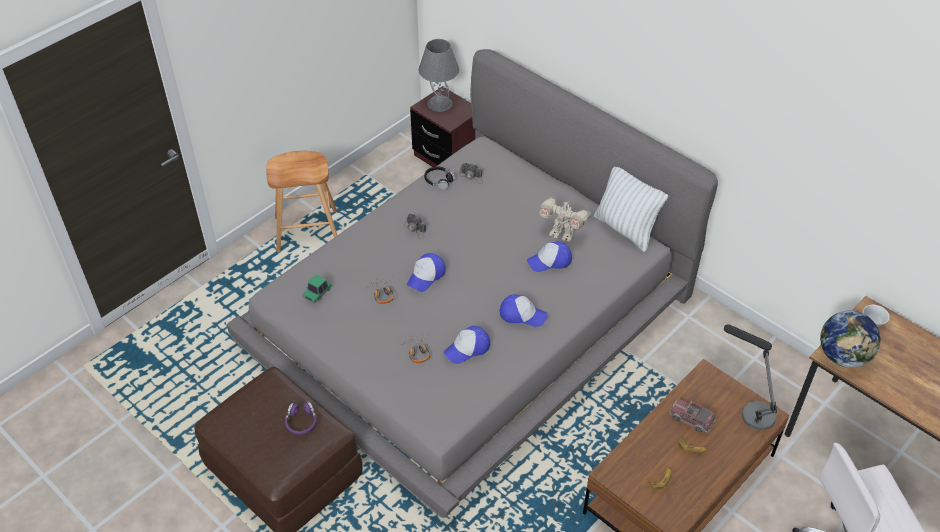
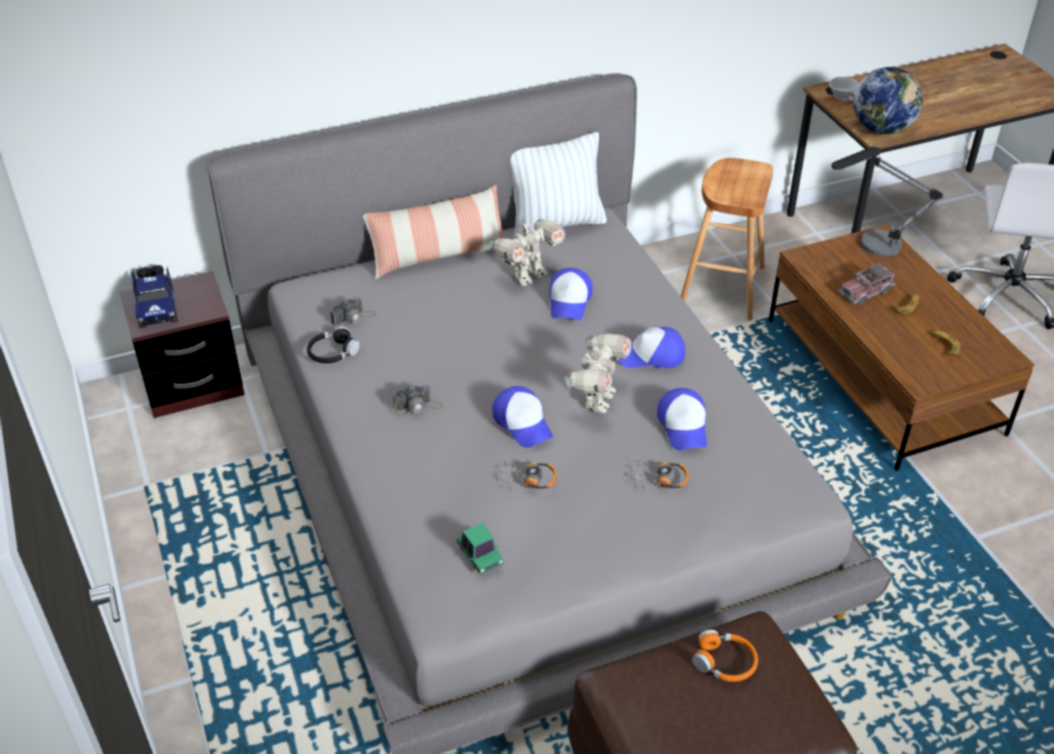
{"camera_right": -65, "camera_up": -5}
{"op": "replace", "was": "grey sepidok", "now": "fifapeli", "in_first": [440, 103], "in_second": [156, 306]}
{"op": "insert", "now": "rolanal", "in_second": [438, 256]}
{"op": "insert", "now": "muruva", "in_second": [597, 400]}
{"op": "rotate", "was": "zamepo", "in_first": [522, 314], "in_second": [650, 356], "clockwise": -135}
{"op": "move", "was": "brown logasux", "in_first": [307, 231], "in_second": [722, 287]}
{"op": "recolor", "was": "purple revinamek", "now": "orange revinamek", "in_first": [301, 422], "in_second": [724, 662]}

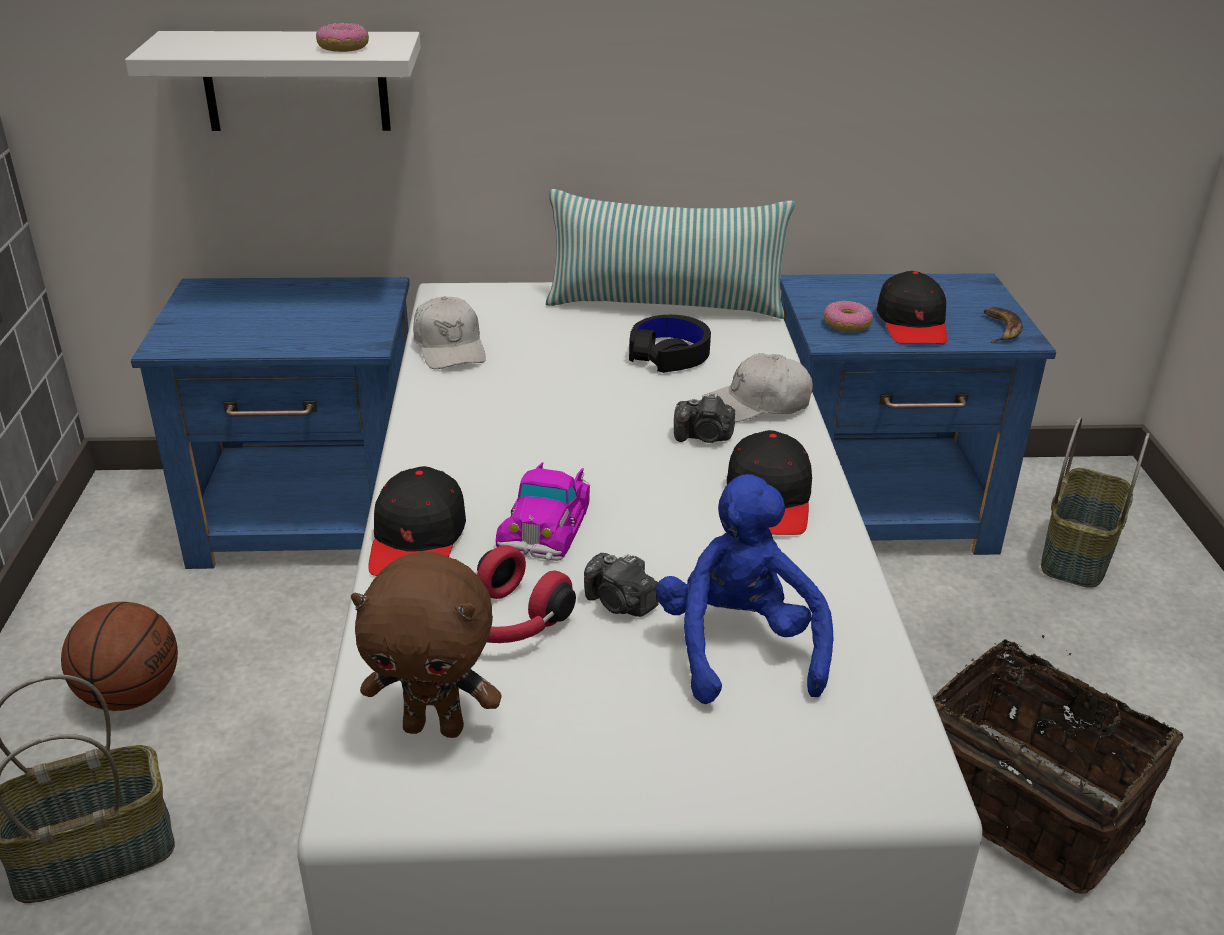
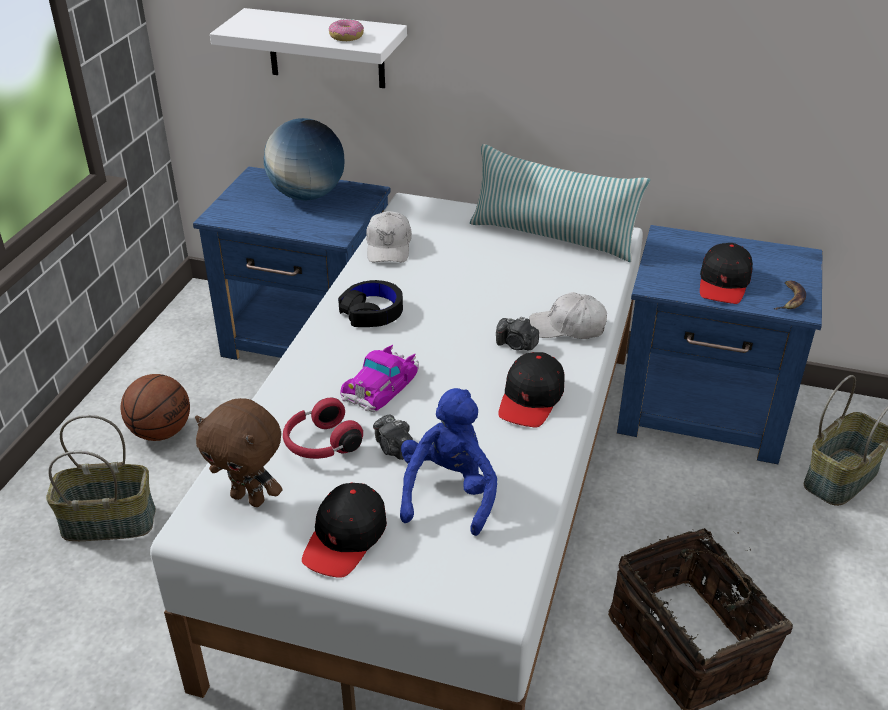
{"camera_right": 20, "camera_up": 5}
{"op": "insert", "now": "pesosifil", "in_second": [307, 195]}
{"op": "move", "was": "black zamepo", "in_first": [417, 540], "in_second": [345, 538]}
{"op": "move", "was": "black revinamek", "in_first": [669, 354], "in_second": [372, 311]}
{"op": "delete", "was": "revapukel", "in_first": [846, 325]}

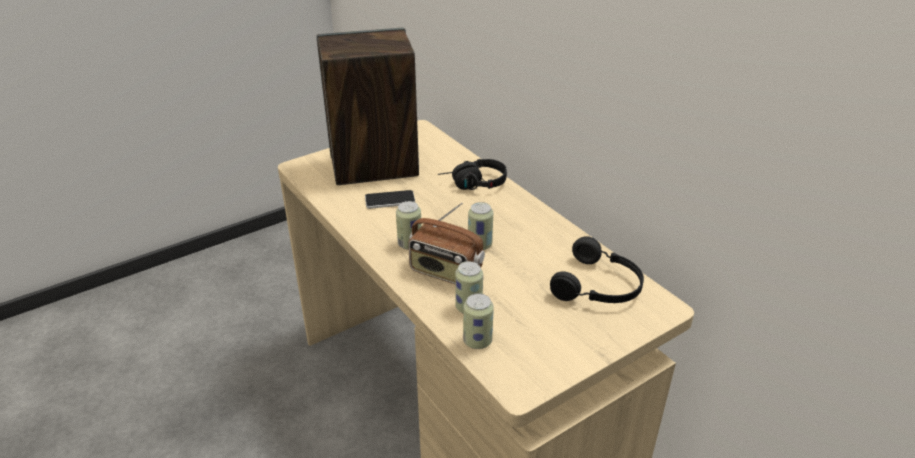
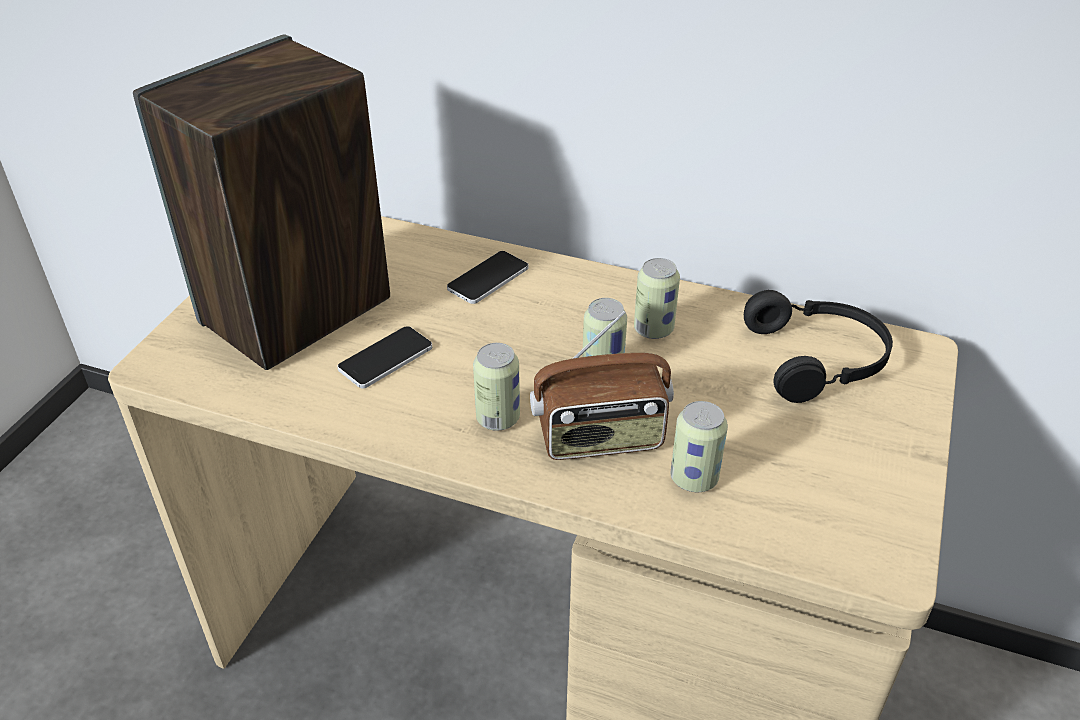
{"camera_right": -35, "camera_up": 5}
{"op": "replace", "was": "black revinamek", "now": "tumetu", "in_first": [473, 184], "in_second": [488, 278]}
{"op": "move", "was": "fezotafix", "in_first": [477, 341], "in_second": [653, 329]}

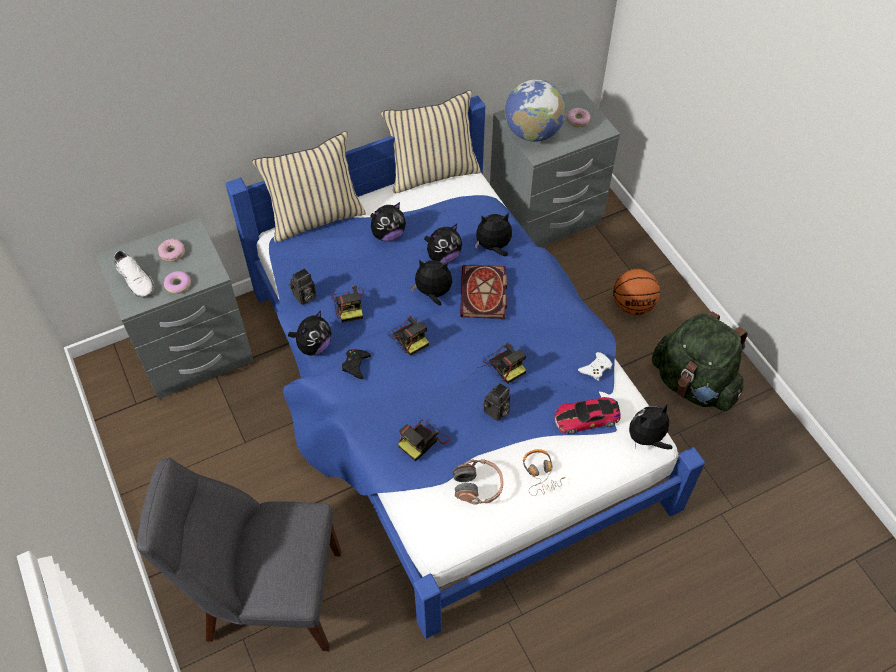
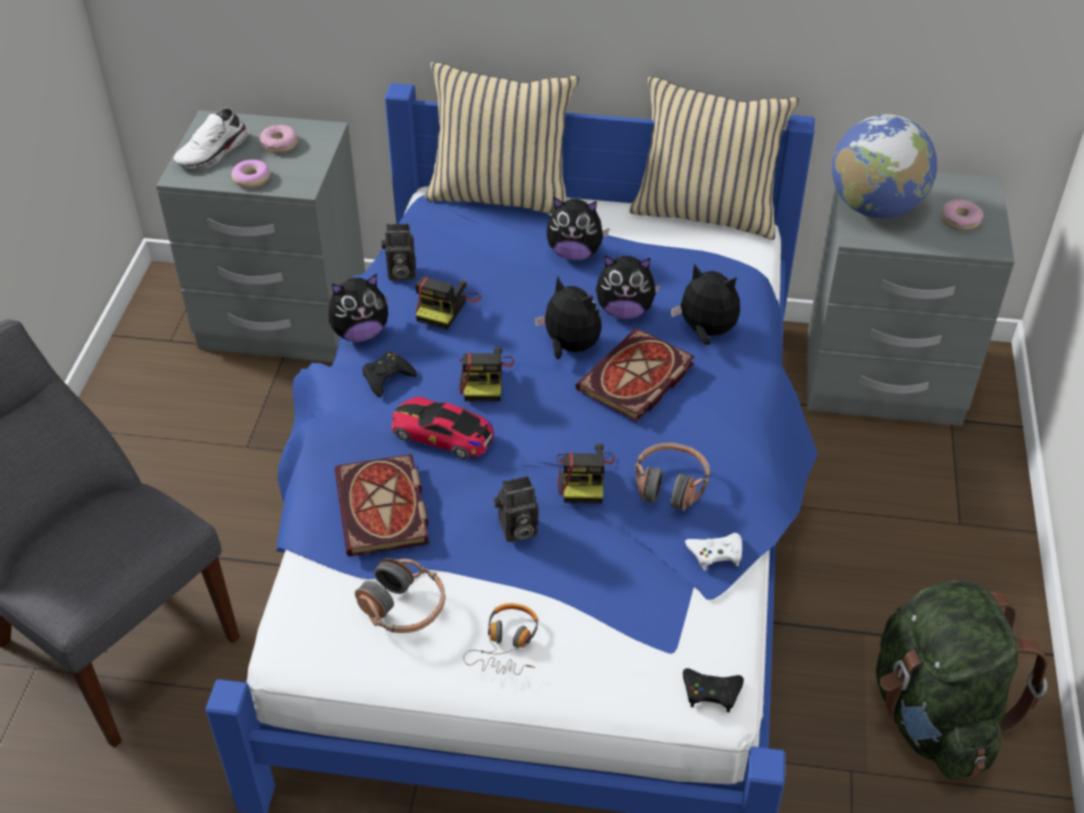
{"camera_right": 35, "camera_up": -10}
{"op": "rotate", "was": "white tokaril", "in_first": [136, 279], "in_second": [214, 153], "clockwise": 45}
{"op": "replace", "was": "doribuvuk", "now": "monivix", "in_first": [423, 441], "in_second": [384, 510]}
{"op": "move", "was": "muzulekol", "in_first": [586, 418], "in_second": [442, 434]}
{"op": "insert", "now": "revinamek", "in_second": [670, 485]}
{"op": "replace", "was": "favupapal", "now": "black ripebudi", "in_first": [647, 439], "in_second": [711, 692]}
{"op": "delete", "was": "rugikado", "in_first": [632, 305]}

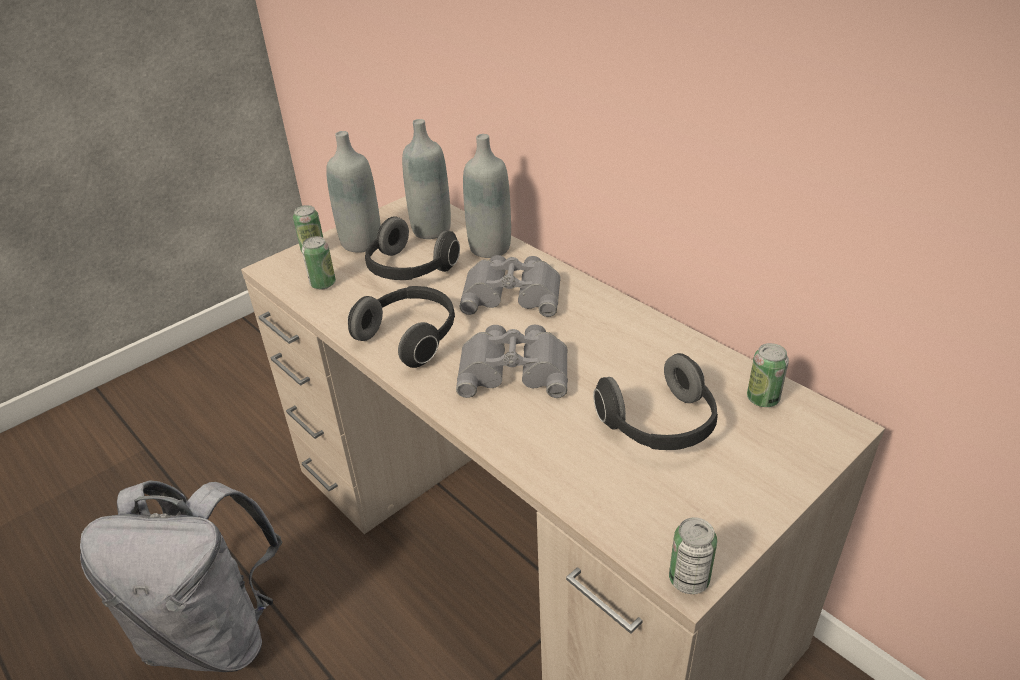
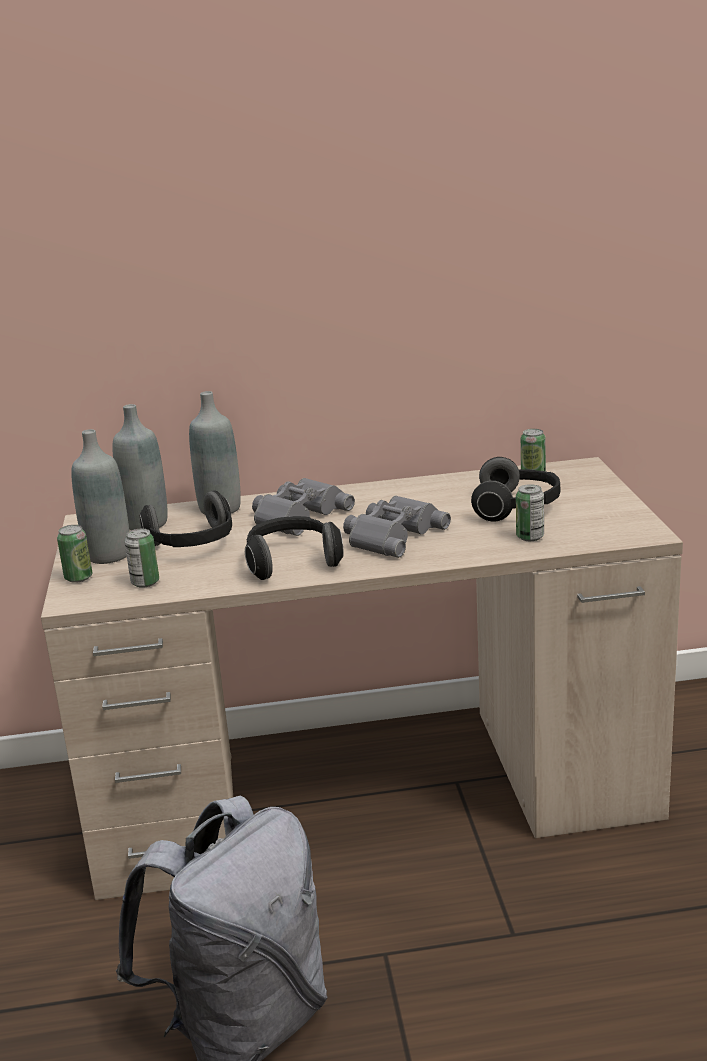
{"camera_right": -55, "camera_up": -15}
{"op": "move", "was": "fezotafix", "in_first": [688, 579], "in_second": [530, 537]}

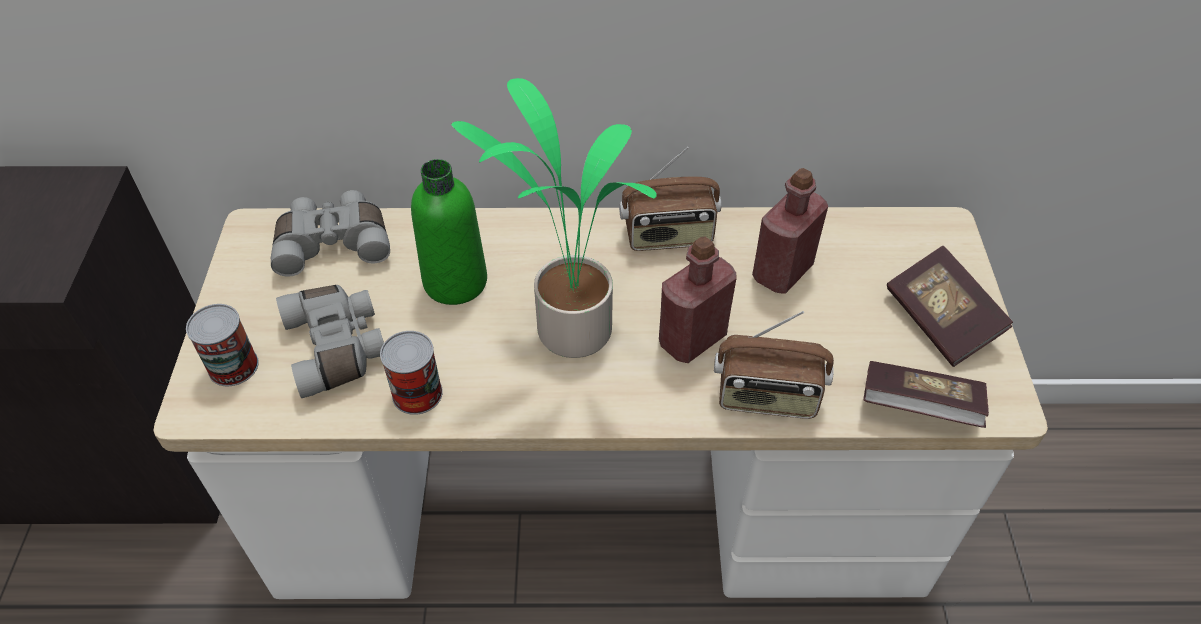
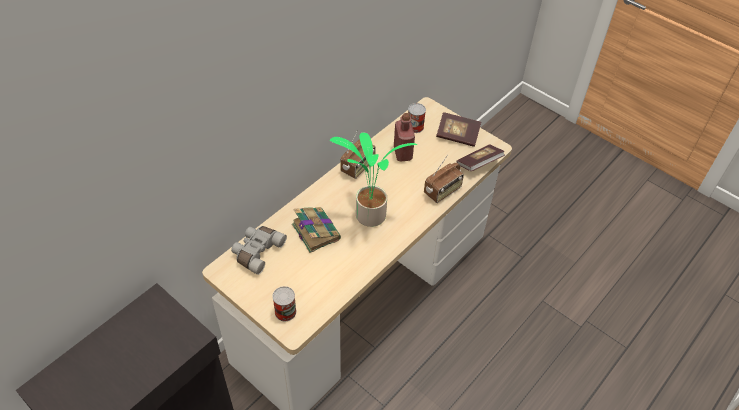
{"camera_right": -50, "camera_up": 0}
{"op": "replace", "was": "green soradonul", "now": "monivix", "in_first": [455, 282], "in_second": [315, 231]}
{"op": "move", "was": "fezotafix", "in_first": [417, 393], "in_second": [415, 127]}
{"op": "delete", "was": "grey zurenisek", "in_first": [339, 347]}
{"op": "delete", "was": "red soradonul", "in_first": [692, 339]}

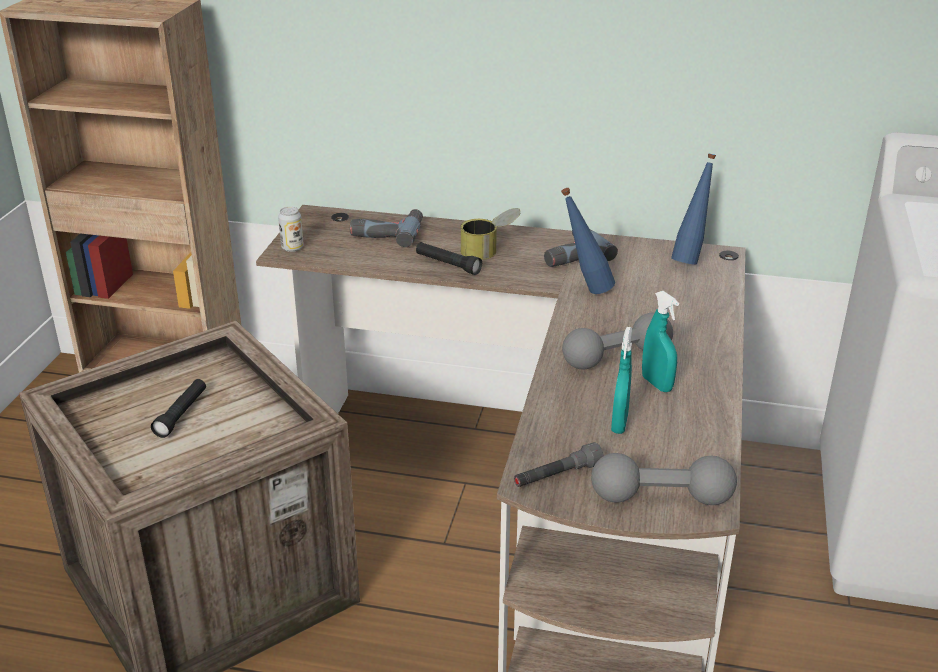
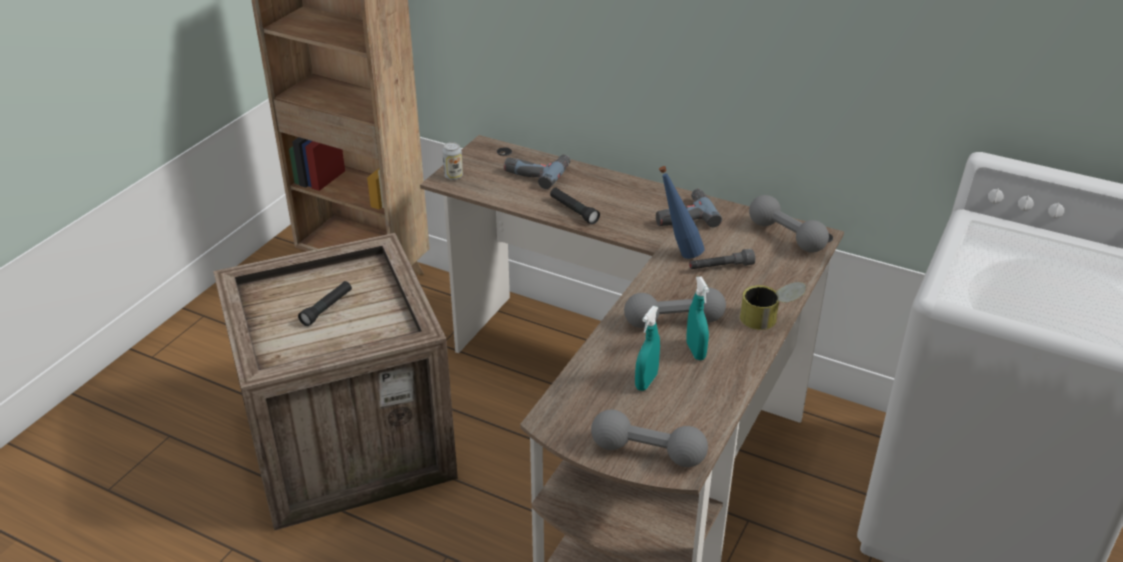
{"camera_right": 15, "camera_up": 5}
{"op": "move", "was": "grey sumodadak", "in_first": [557, 476], "in_second": [720, 267]}
{"op": "move", "was": "fezotafix", "in_first": [489, 251], "in_second": [769, 319]}
{"op": "replace", "was": "blue soradonul", "now": "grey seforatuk", "in_first": [690, 259], "in_second": [786, 236]}

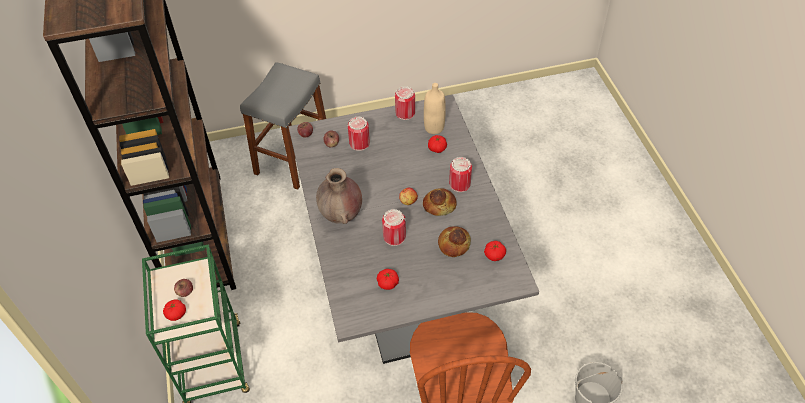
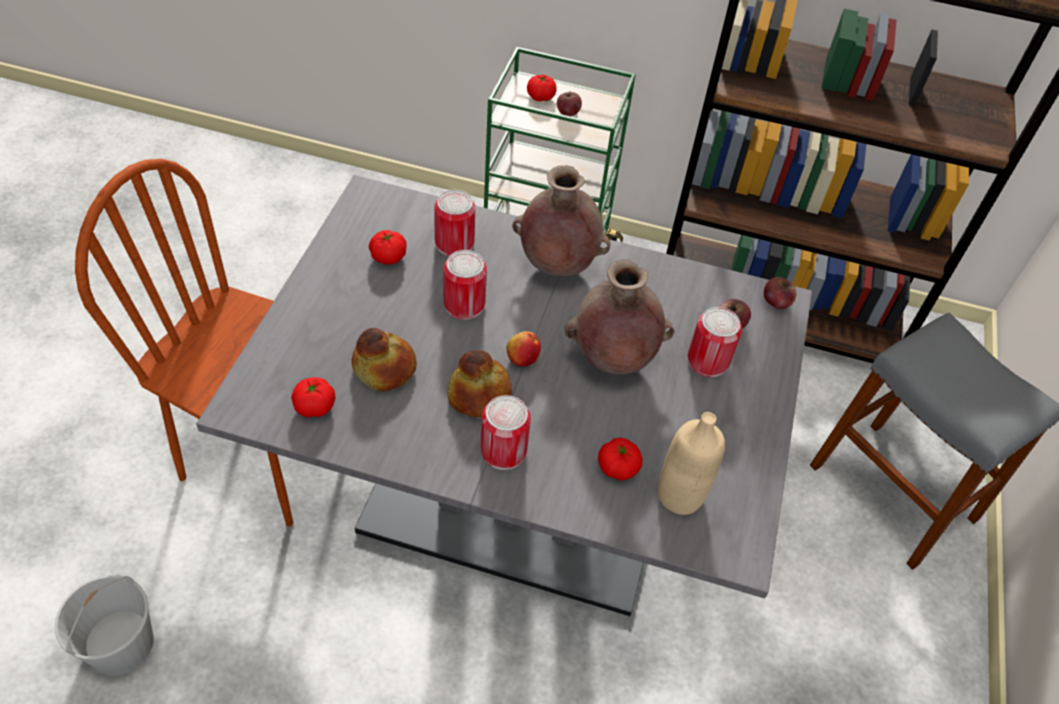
{"camera_right": 115, "camera_up": 0}
{"op": "move", "was": "fezotafix", "in_first": [405, 113], "in_second": [454, 243]}
{"op": "insert", "now": "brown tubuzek", "in_second": [612, 359]}

